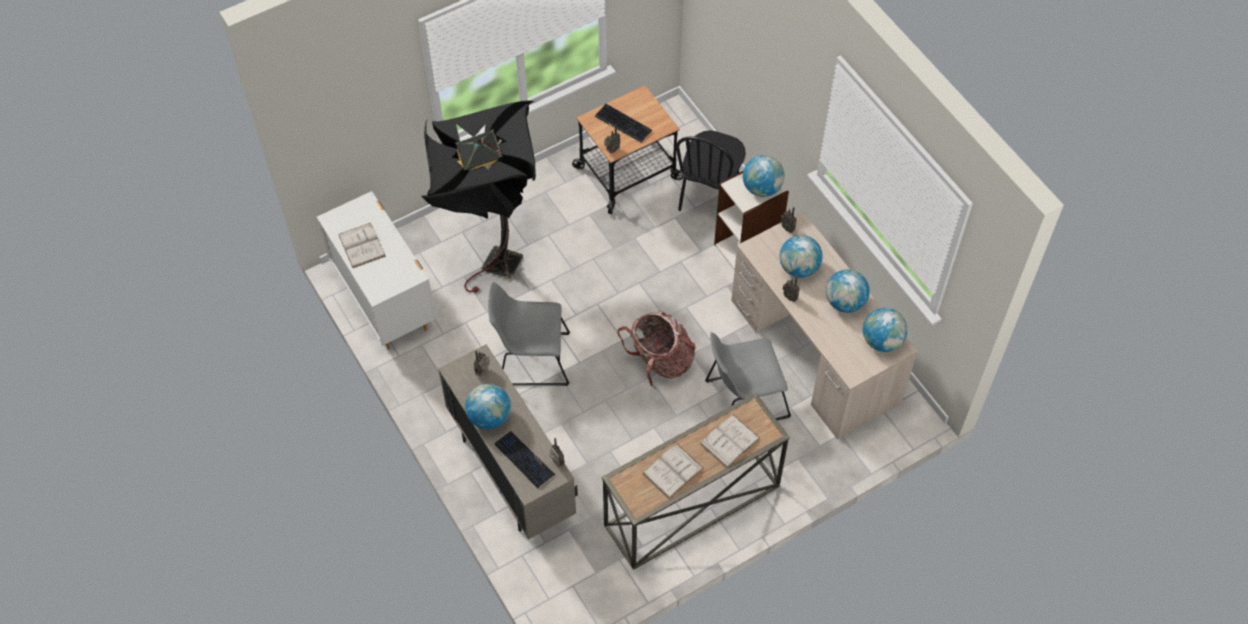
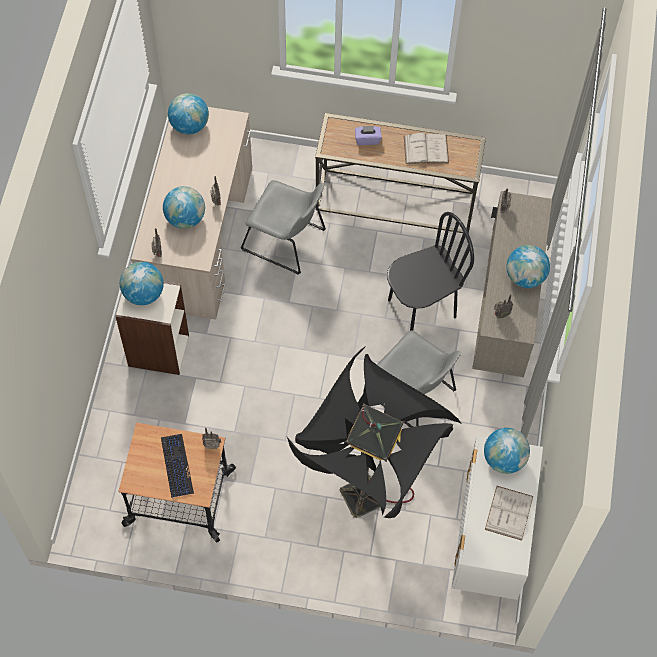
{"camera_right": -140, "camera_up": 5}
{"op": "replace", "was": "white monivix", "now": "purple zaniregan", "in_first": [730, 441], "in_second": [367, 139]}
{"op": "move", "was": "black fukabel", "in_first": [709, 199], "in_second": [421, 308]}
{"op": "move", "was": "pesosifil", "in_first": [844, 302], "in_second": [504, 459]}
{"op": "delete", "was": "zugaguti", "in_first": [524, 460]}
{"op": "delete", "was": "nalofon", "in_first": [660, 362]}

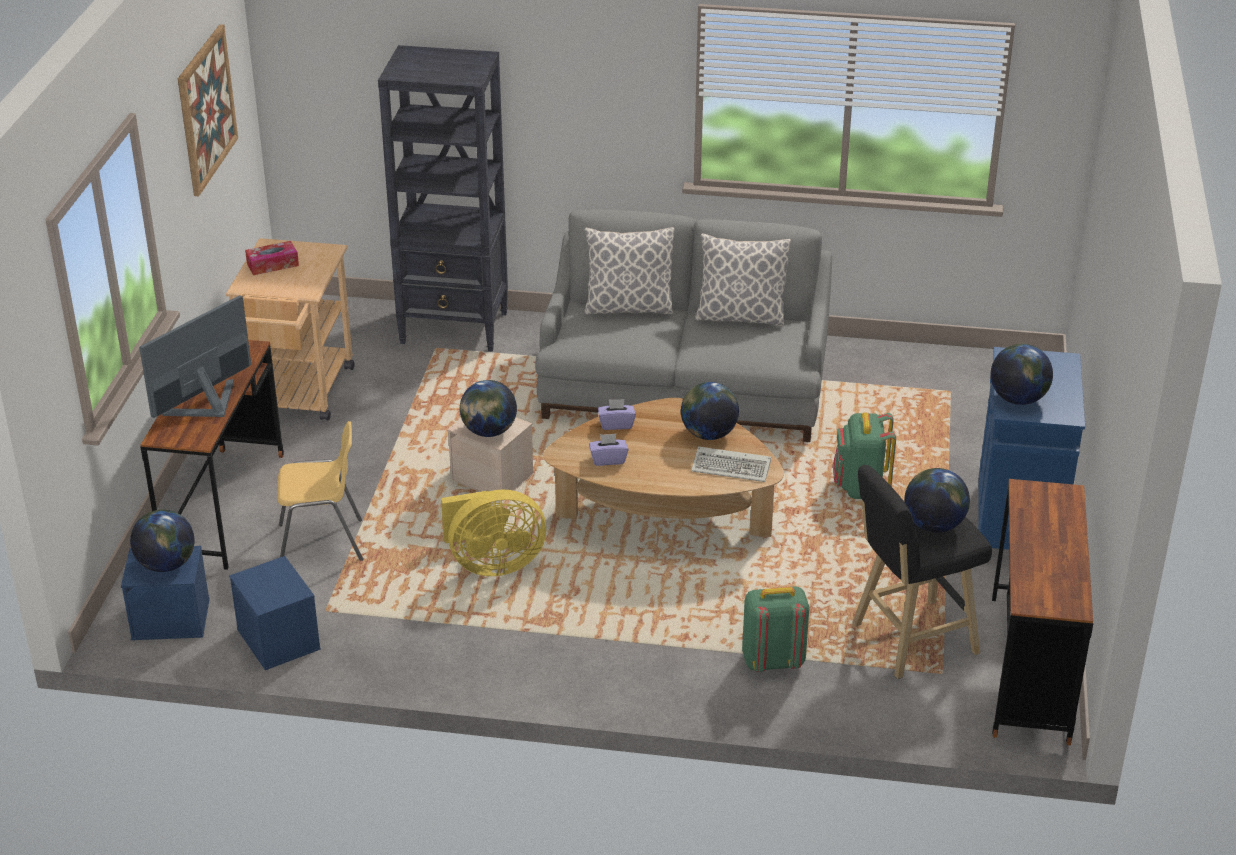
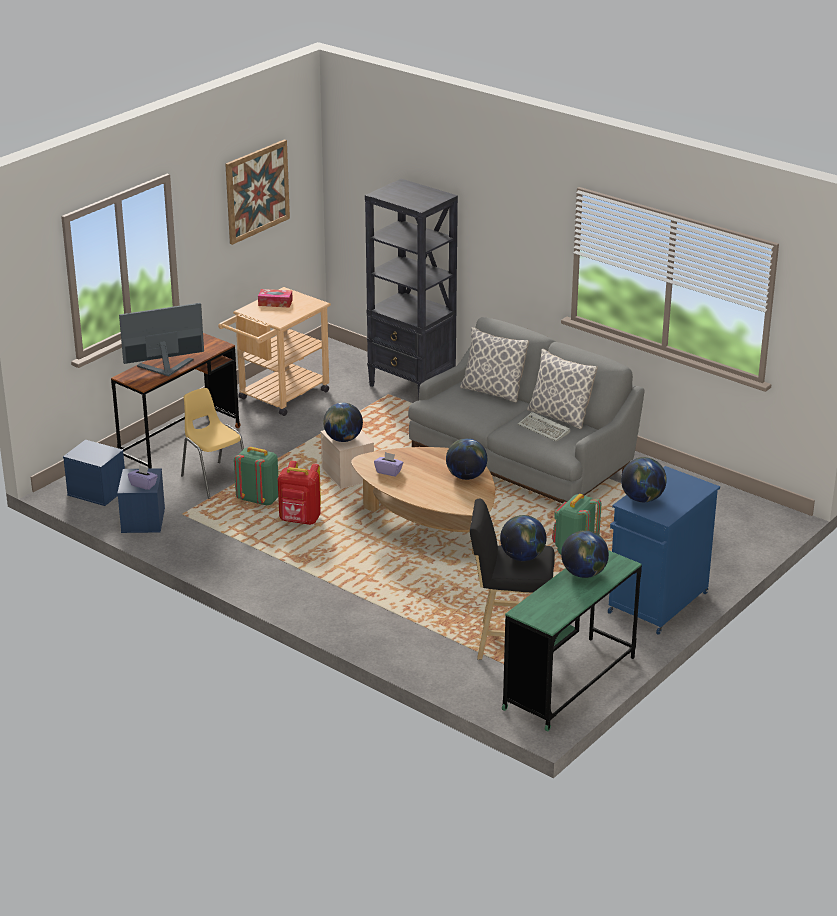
{"camera_right": 30, "camera_up": -5}
{"op": "move", "was": "purple zaniregan", "in_first": [616, 424], "in_second": [143, 485]}
{"op": "rotate", "was": "yellow fukabel", "in_first": [322, 544], "in_second": [214, 479], "clockwise": -150}
{"op": "move", "was": "green nalofon", "in_first": [772, 661], "in_second": [259, 499]}
{"op": "replace", "was": "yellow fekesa", "now": "red nalofon", "in_first": [492, 564], "in_second": [300, 520]}
{"op": "recolor", "was": "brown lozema", "now": "green lozema", "in_first": [1029, 669], "in_second": [569, 683]}
{"op": "move", "was": "zugaguti", "in_first": [733, 467], "in_second": [545, 429]}
{"op": "move", "was": "pesosifil", "in_first": [166, 564], "in_second": [584, 573]}

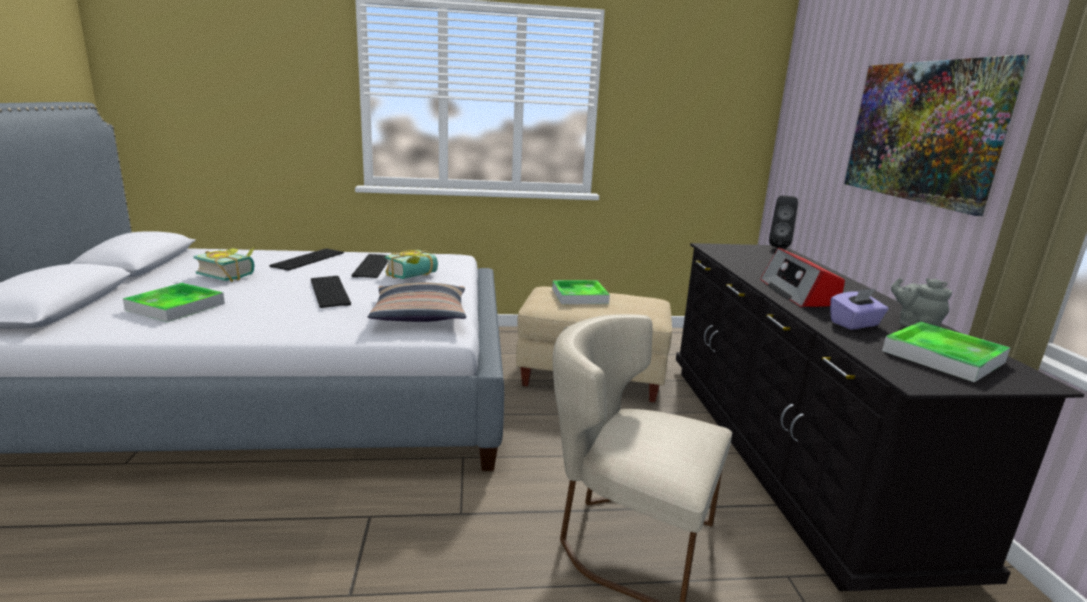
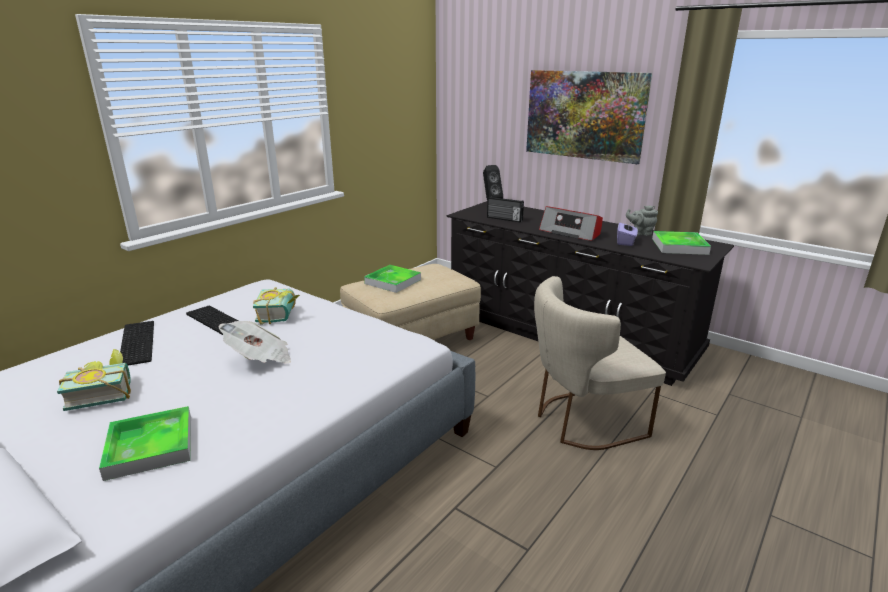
{"camera_right": -45, "camera_up": 5}
{"op": "replace", "was": "zugaguti", "now": "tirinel", "in_first": [331, 291], "in_second": [260, 358]}
{"op": "insert", "now": "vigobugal", "in_second": [504, 219]}
{"op": "delete", "was": "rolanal", "in_first": [420, 315]}

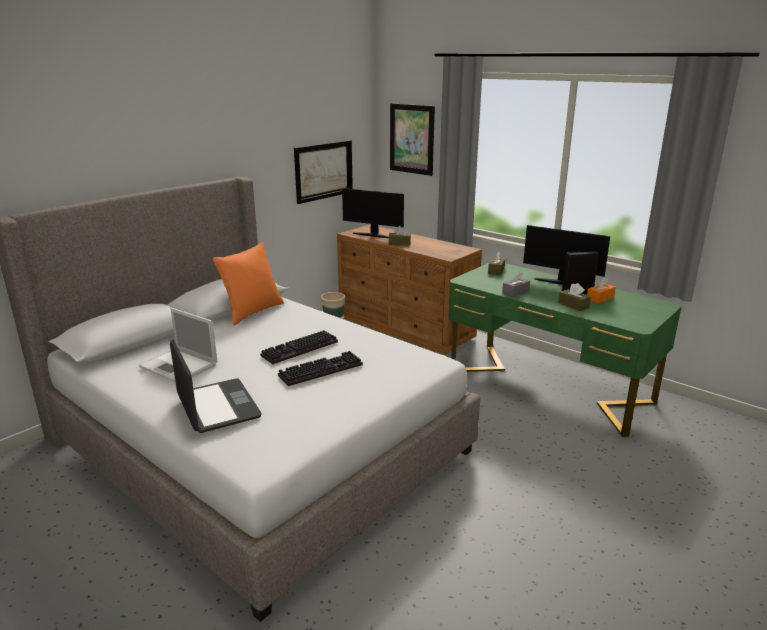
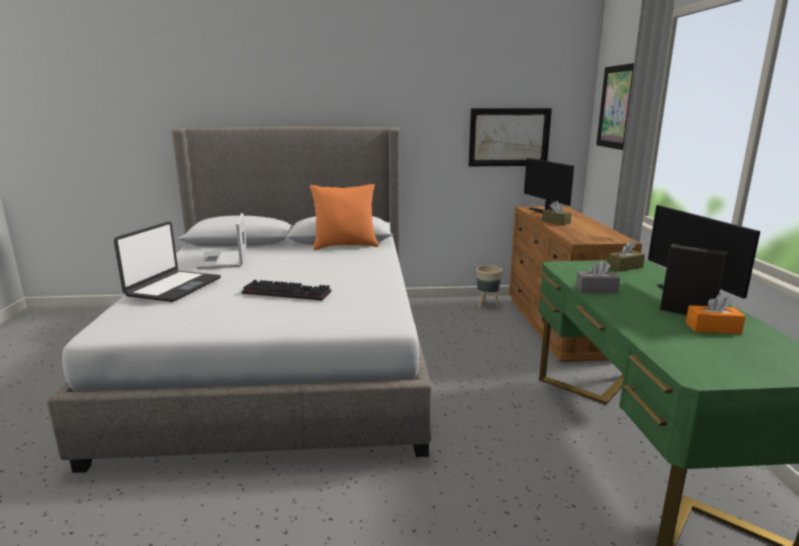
{"camera_right": 45, "camera_up": -5}
{"op": "delete", "was": "zugaguti", "in_first": [299, 350]}
{"op": "delete", "was": "brown zaniregan", "in_first": [573, 305]}

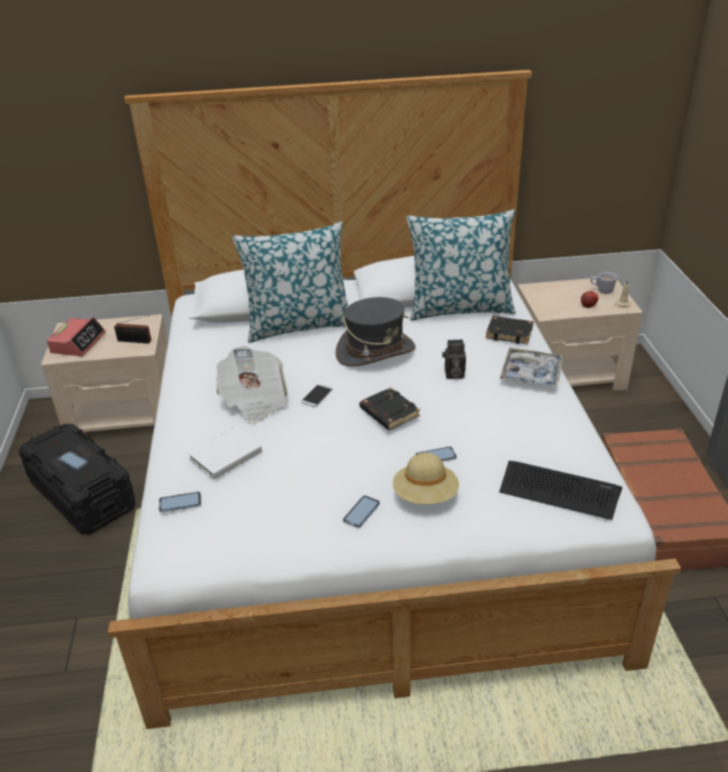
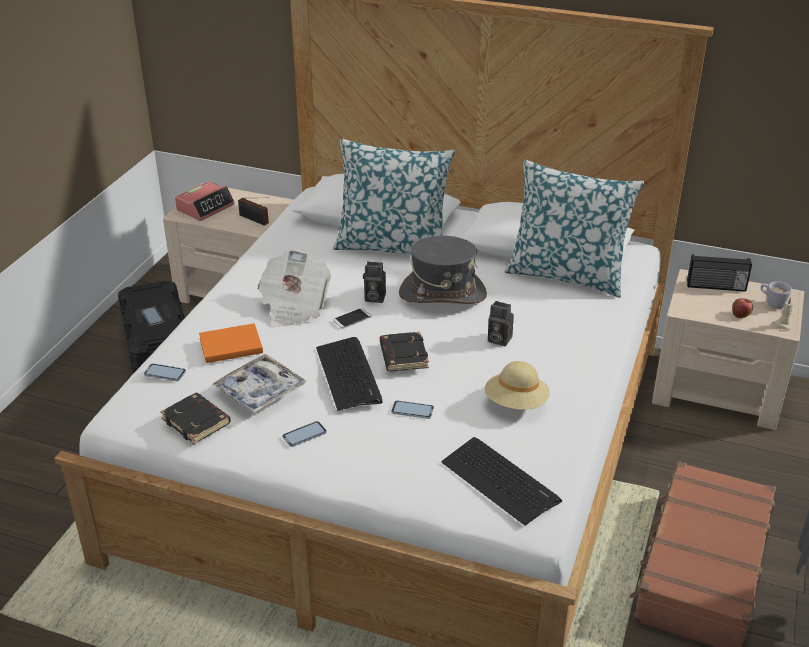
{"camera_right": 25, "camera_up": 0}
{"op": "move", "was": "black monivix", "in_first": [510, 333], "in_second": [197, 422]}
{"op": "recolor", "was": "white monivix", "now": "orange monivix", "in_first": [223, 455], "in_second": [229, 345]}
{"op": "move", "was": "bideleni", "in_first": [531, 374], "in_second": [260, 390]}
{"op": "insert", "now": "zugaguti", "in_second": [349, 374]}
{"op": "insert", "now": "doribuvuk", "in_second": [373, 298]}
{"op": "move", "was": "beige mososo", "in_first": [425, 496], "in_second": [516, 403]}
{"op": "insert", "now": "vigobugal", "in_second": [716, 287]}

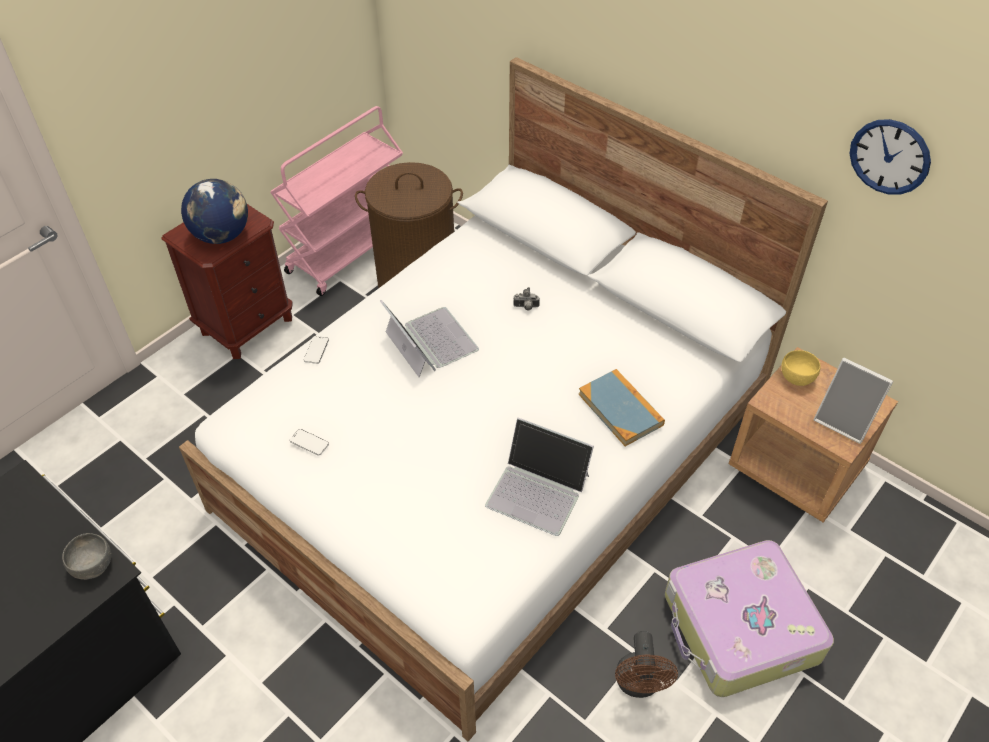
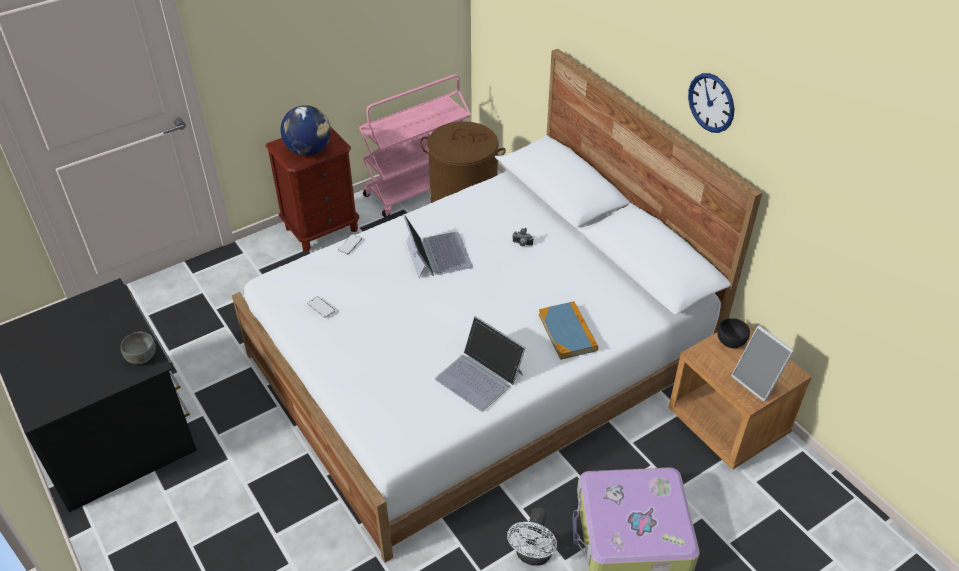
{"camera_right": 15, "camera_up": -5}
{"op": "recolor", "was": "brown fekesa", "now": "white fekesa", "in_first": [638, 685], "in_second": [533, 555]}
{"op": "move", "was": "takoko", "in_first": [889, 157], "in_second": [711, 102]}
{"op": "recolor", "was": "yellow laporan", "now": "black laporan", "in_first": [796, 377], "in_second": [730, 341]}

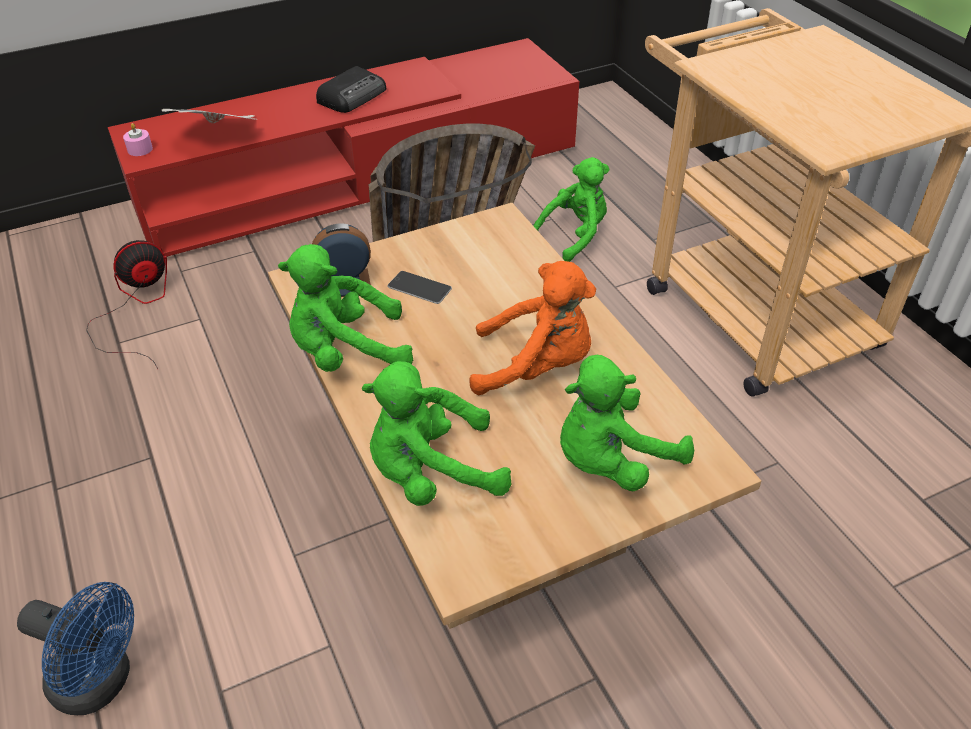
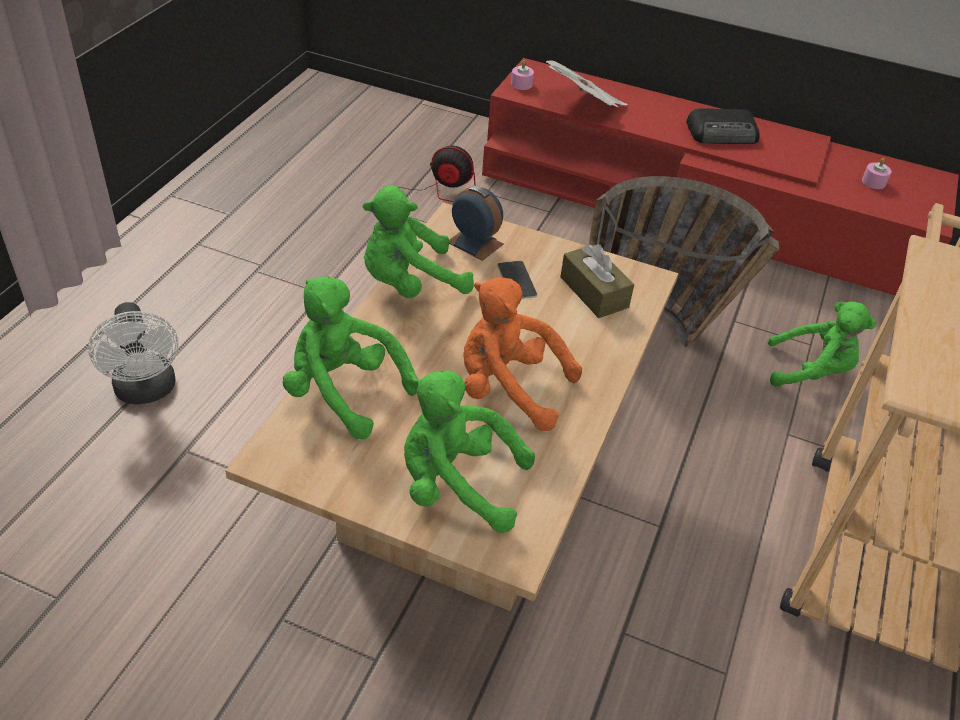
{"camera_right": 45, "camera_up": 0}
{"op": "recolor", "was": "blue fekesa", "now": "white fekesa", "in_first": [102, 682], "in_second": [146, 391]}
{"op": "rotate", "was": "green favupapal", "in_first": [346, 352], "in_second": [410, 284], "clockwise": -60}
{"op": "rotate", "was": "orange favupapal", "in_first": [536, 367], "in_second": [508, 388], "clockwise": 150}
{"op": "insert", "now": "brown zaniregan", "in_second": [594, 292]}
{"op": "insert", "now": "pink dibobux", "in_second": [873, 182]}

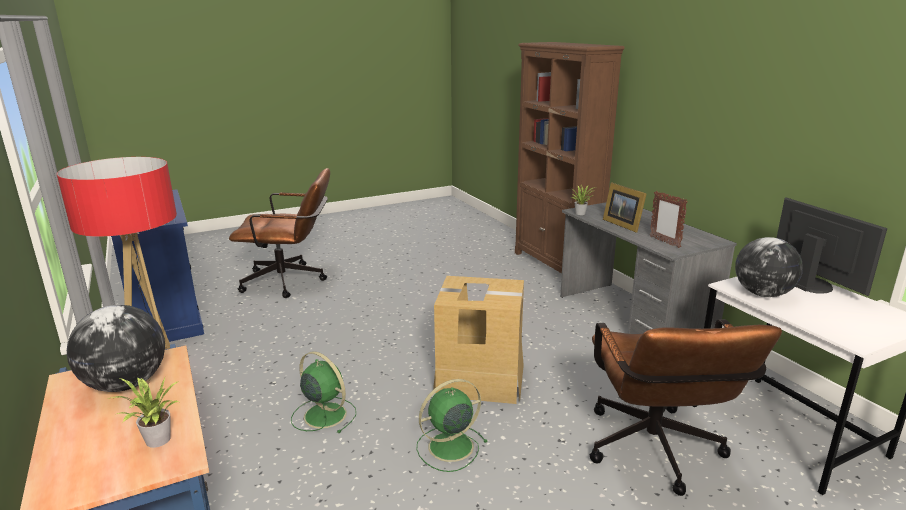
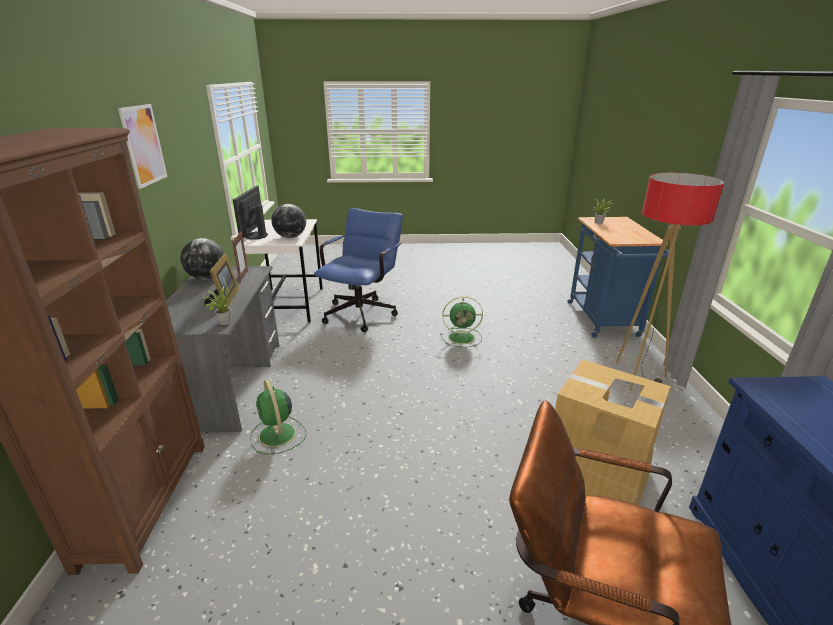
{"camera_right": -155, "camera_up": 5}
{"op": "insert", "now": "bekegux", "in_second": [143, 145]}
{"op": "move", "was": "pesosifil", "in_first": [126, 384], "in_second": [207, 277]}
{"op": "move", "was": "green fekesa", "in_first": [323, 414], "in_second": [277, 436]}
{"op": "recolor", "was": "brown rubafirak", "now": "blue rubafirak", "in_first": [656, 454], "in_second": [363, 311]}
{"op": "move", "was": "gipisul", "in_first": [479, 379], "in_second": [596, 474]}

